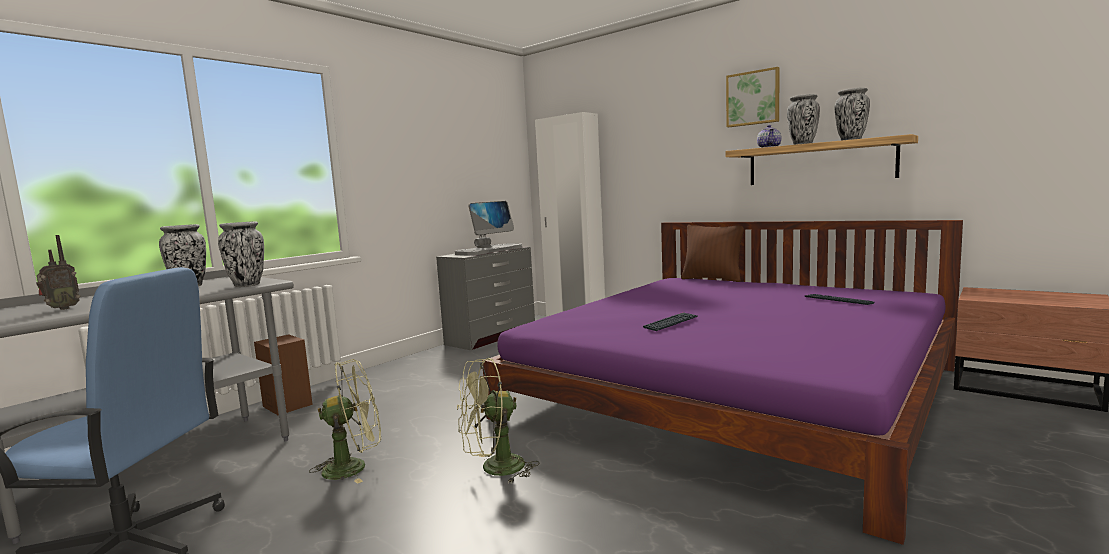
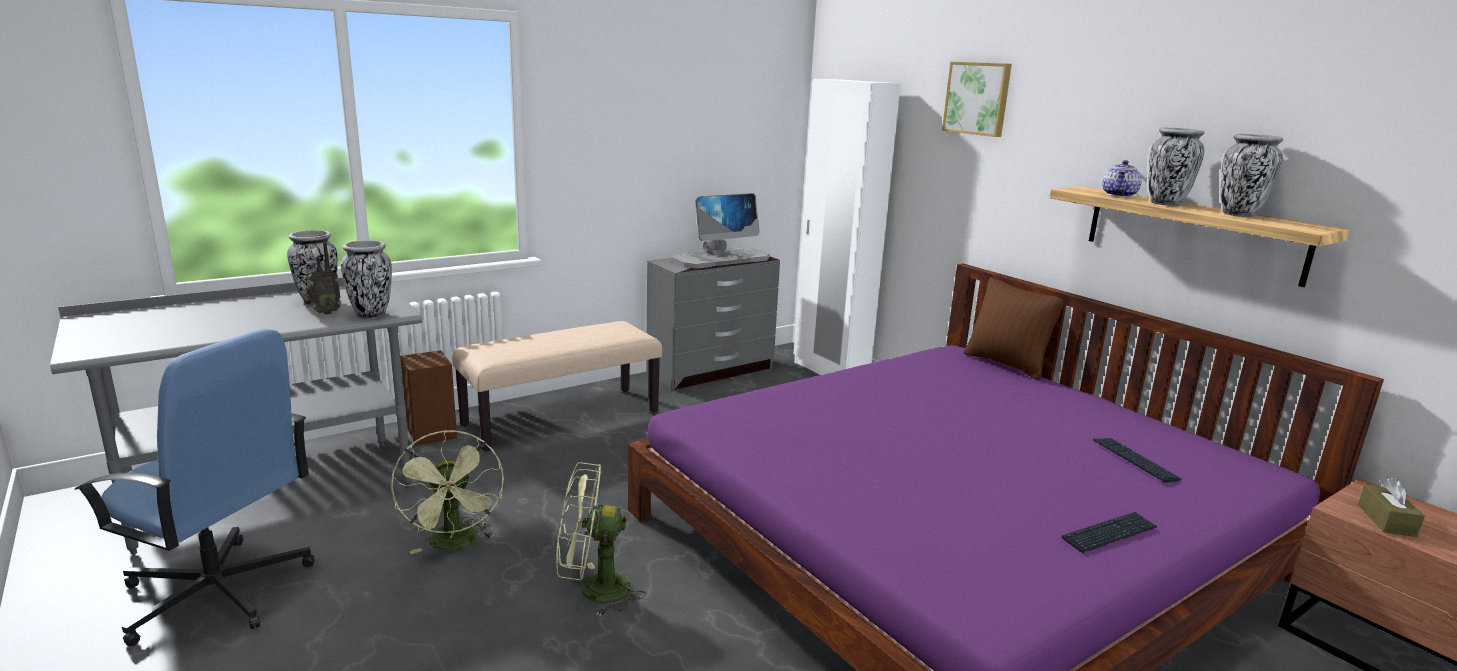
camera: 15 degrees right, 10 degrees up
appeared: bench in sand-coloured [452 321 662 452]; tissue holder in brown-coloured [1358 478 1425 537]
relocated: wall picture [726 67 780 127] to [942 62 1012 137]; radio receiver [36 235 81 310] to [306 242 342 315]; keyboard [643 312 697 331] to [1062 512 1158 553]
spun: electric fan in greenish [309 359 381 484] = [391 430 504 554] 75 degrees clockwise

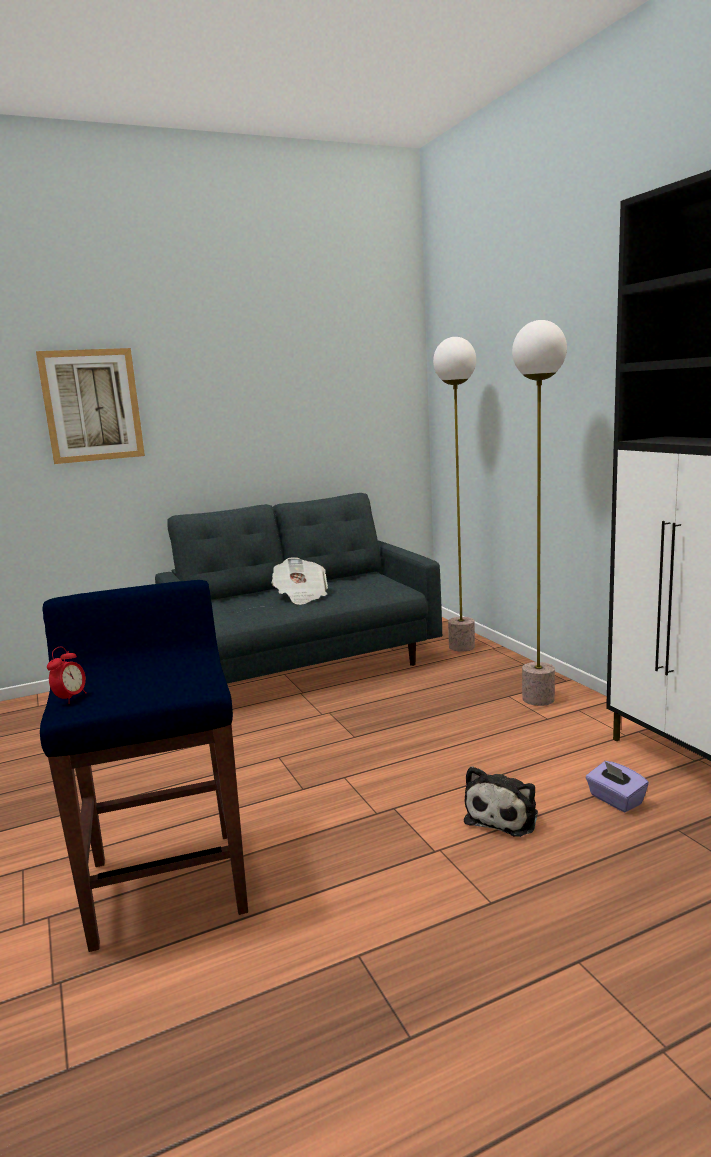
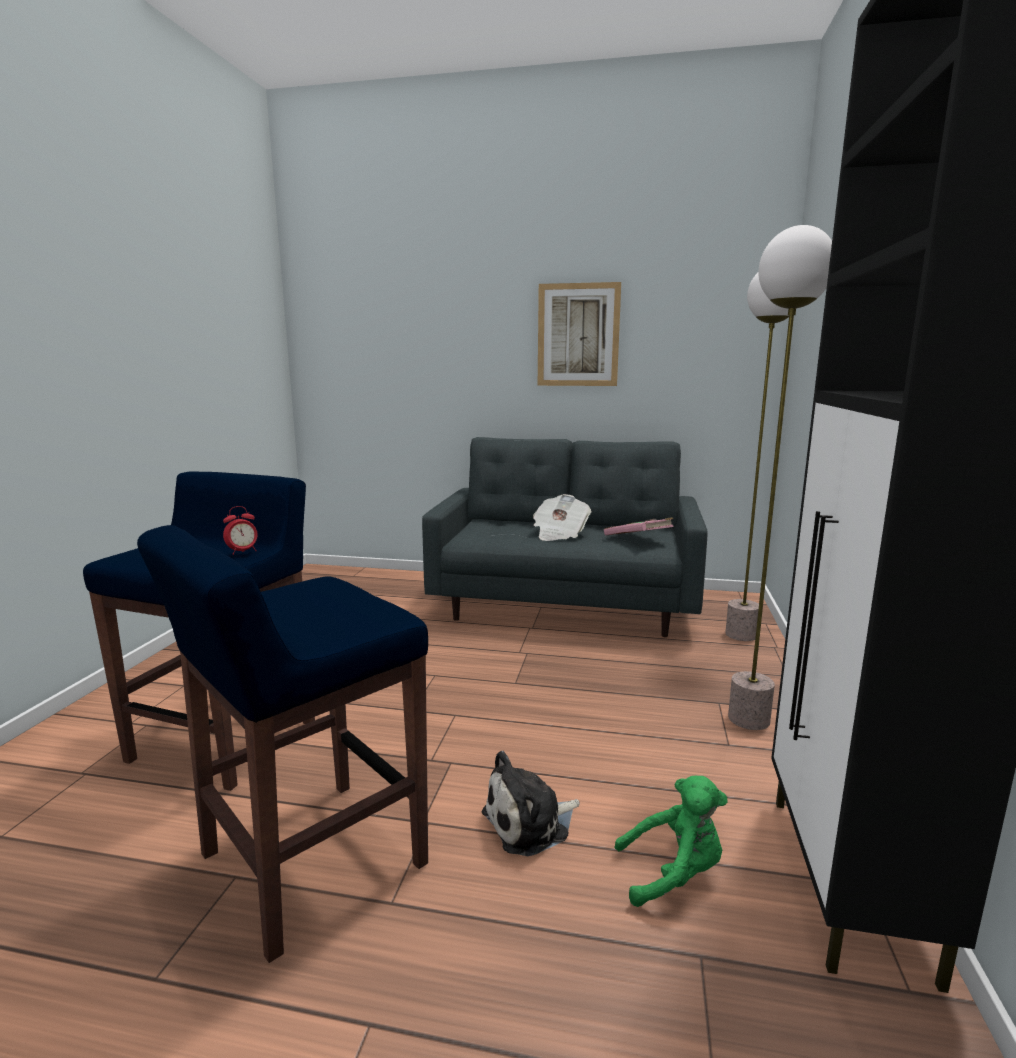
camera: 35 degrees right, 0 degrees up
appeared: book in pink-coloured [604 517 674 536]; sitting stool in blue [137 525 428 963]
relocated: wall picture [36 348 145 464] to [538 282 621 386]; bedside clock [47 646 87 704] to [223 506 258 555]
exchanged: tissue holder in purplish [586 760 649 812] to cuddly toy in greenish [614 776 728 907]

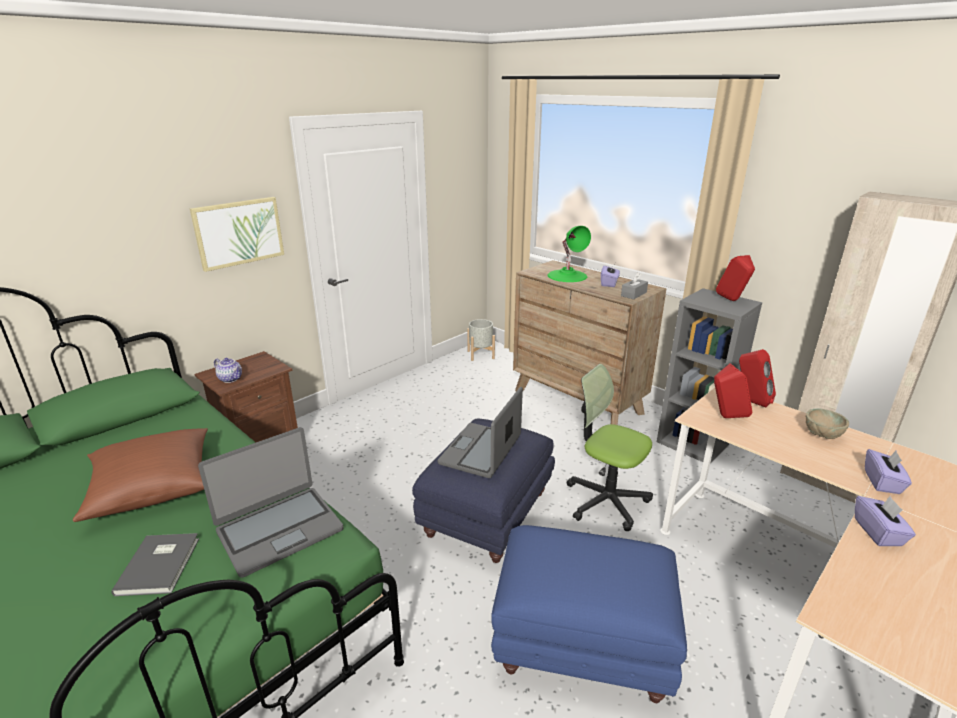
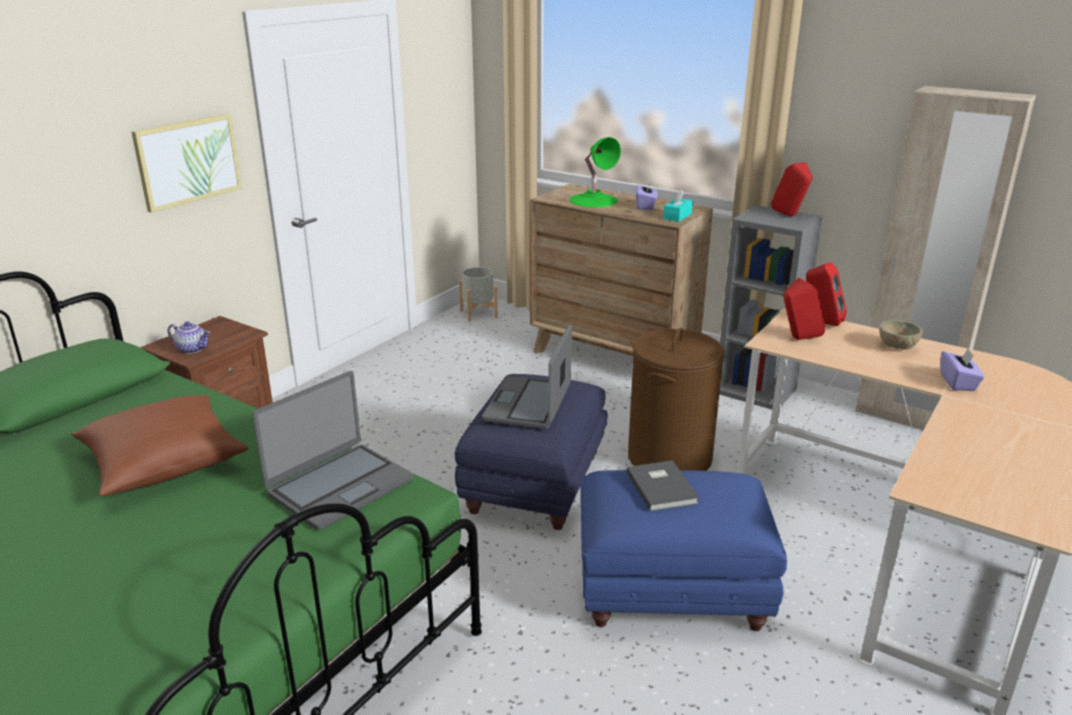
camera: 10 degrees left, 0 degrees up
missing: tissue holder in purplish [855 496 916 546]
relocated: book in gray [112 533 199 596] to [626 461 699 511]
exchanged: computer chair [567 364 653 531] to hamper in brown-coloured [628 327 724 471]
colour: tissue holder in gray [621 273 648 299] to tissue holder in turquoise-coloured [663 190 693 222]

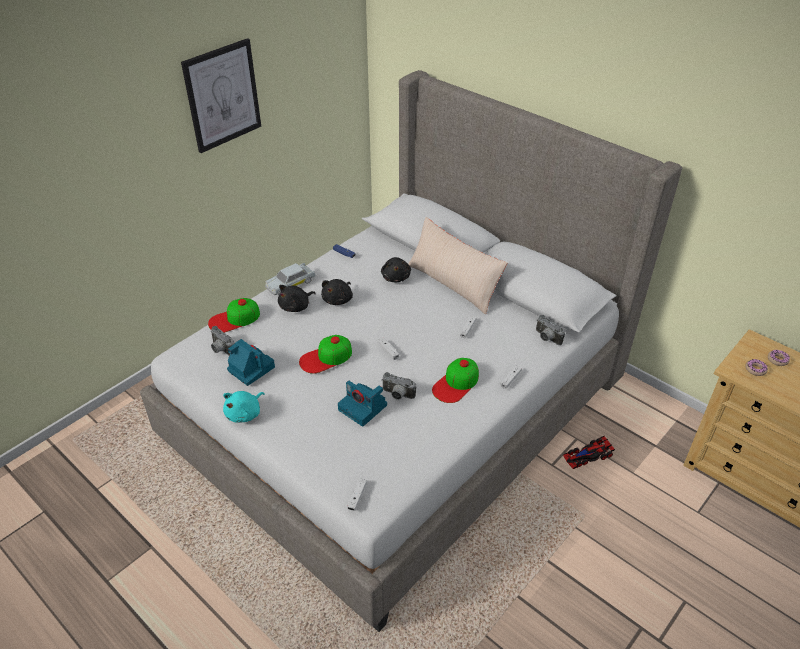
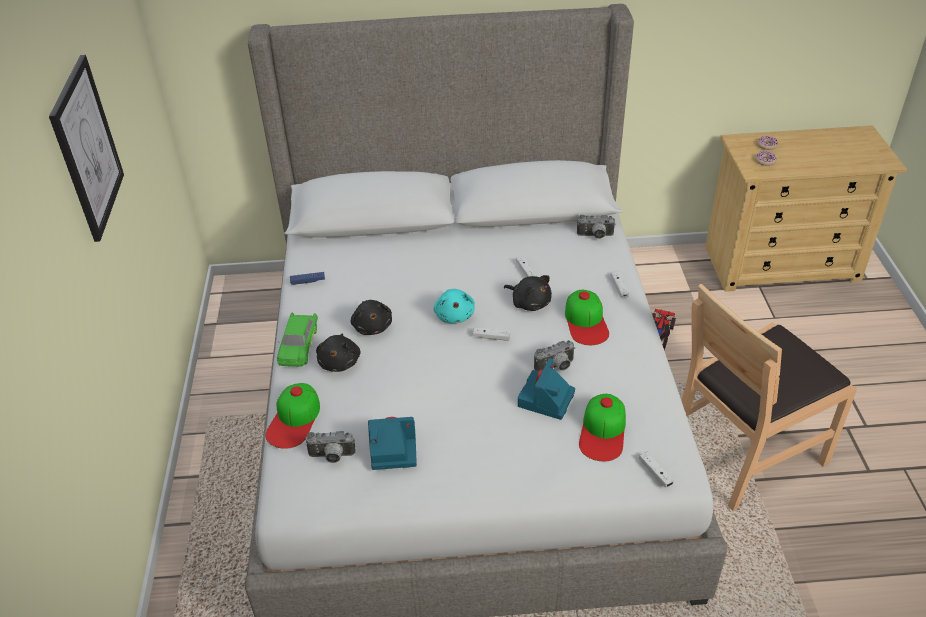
camera: 45 degrees left, 0 degrees up
missing: cushion in sand-coloured [408 217 507 314]
appeared: upright chair in brown-coloured [681 284 857 511]
relocated: cuddly toy in black-coloured [381 257 411 282] to [504 275 552 311]; cap [299 335 352 374] to [579 394 626 461]; cuddly toy in turquoise-coloured [223 391 264 423] to [433 289 475 324]
colour: toy car in white-coloured [265 263 315 295] to toy car in greenish [277 312 318 367]
spun: still camera [338 381 387 427] = [518 358 575 420] 120 degrees clockwise

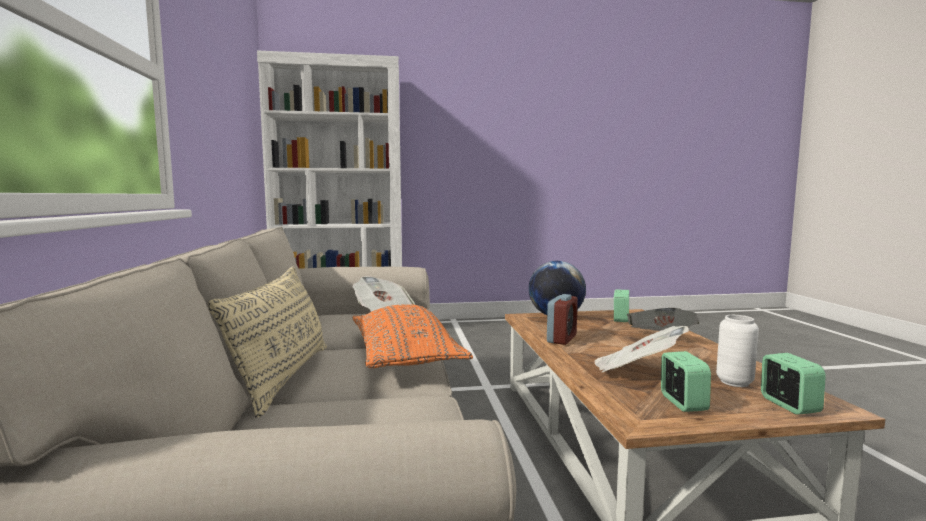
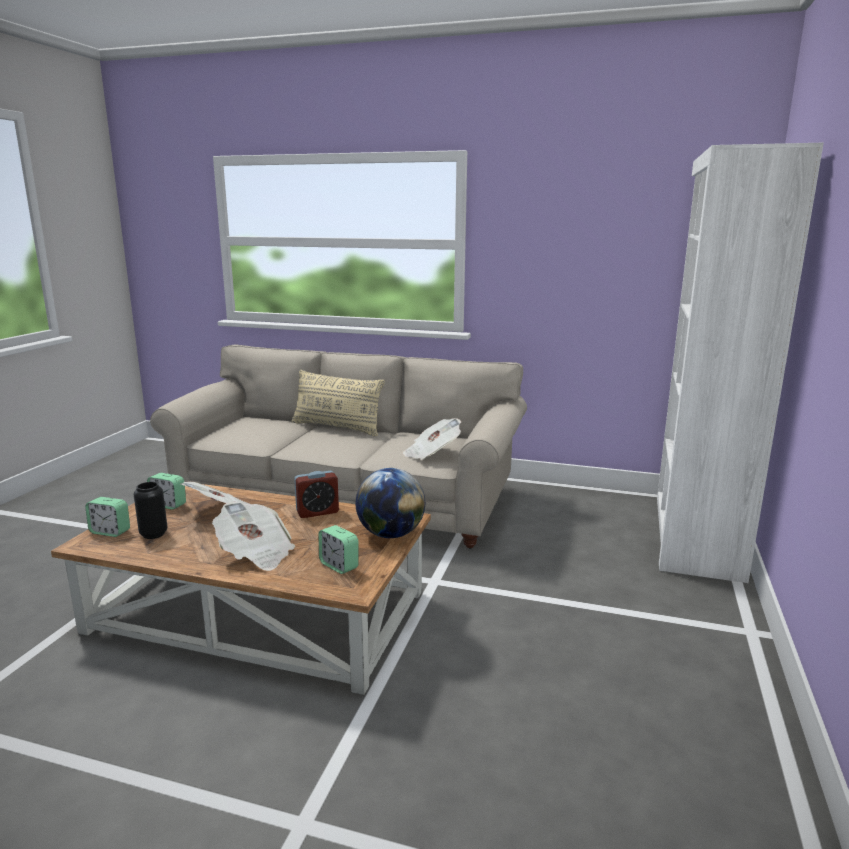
camera: 115 degrees right, 10 degrees up
missing: cushion in orangey [352 304 473 368]
colour: flower vase in white-coloured [716 315 759 387] to flower vase in black-coloured [134 482 167 539]
spun: bedside clock [547 294 578 345] = [294 471 339 518] 75 degrees counterclockwise

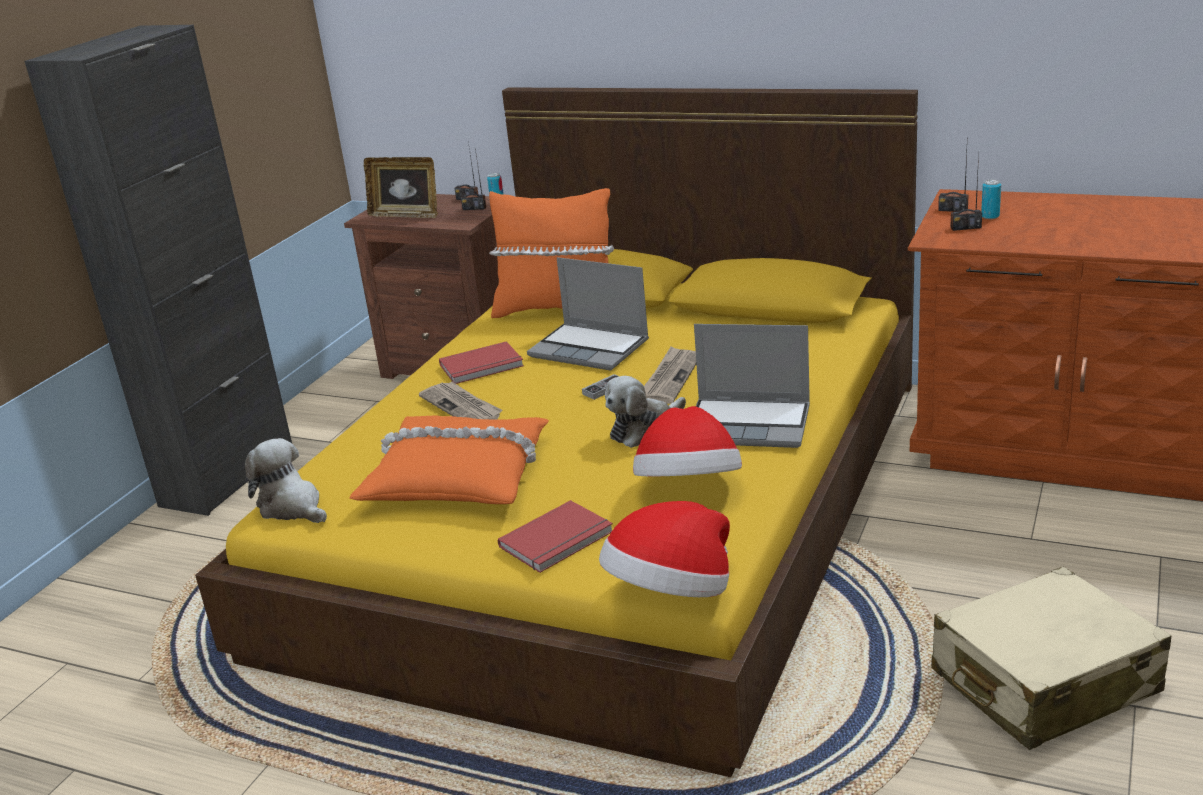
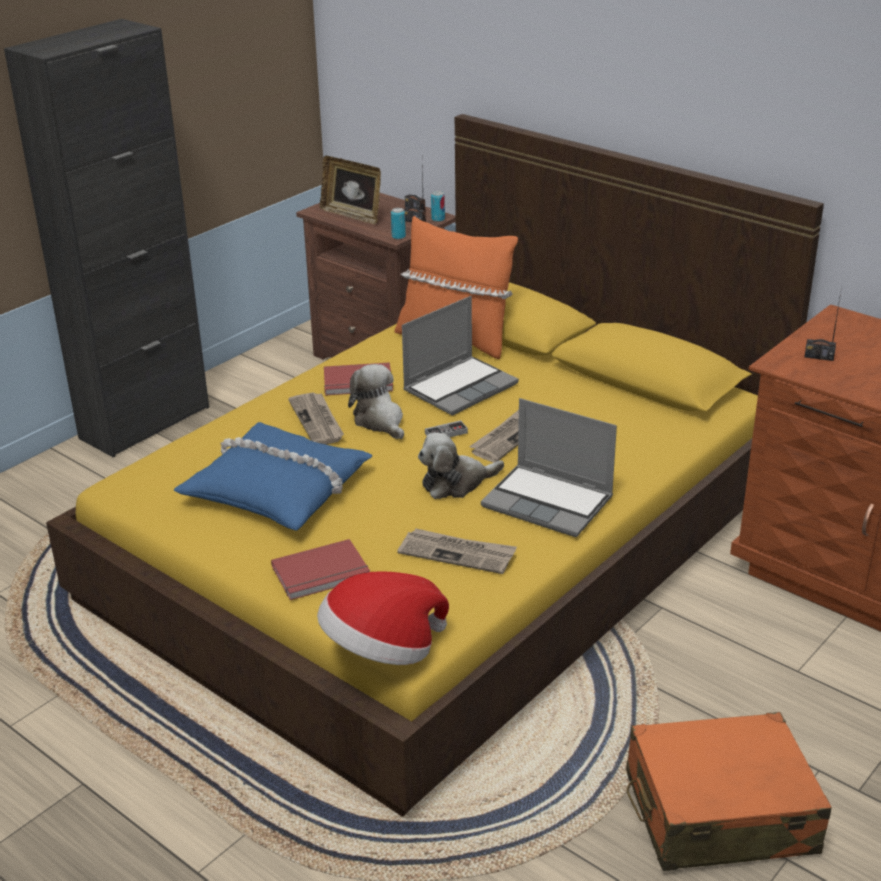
camera: 15 degrees right, 5 degrees up
missing: radio receiver [938 152 969 212]
relocated: sealed can [981 180 1001 219] to [391 208 406 239]; cuddly toy [245 438 327 523] to [348 364 404 439]
exchanged: hat [633 406 742 476] to newspaper [397 528 517 574]
colour: cushion in orangey [350 415 549 504] to cushion in blue [174 422 373 531]; suitcase in sand-coloured [931 567 1171 750] to suitcase in orangey [626 712 832 871]
spun: laptop [527 257 649 371] = [402 296 519 416] 90 degrees counterclockwise

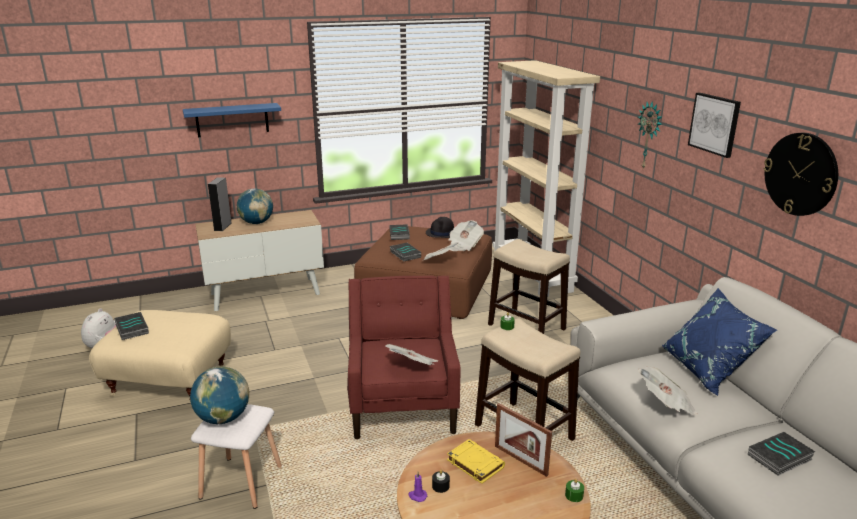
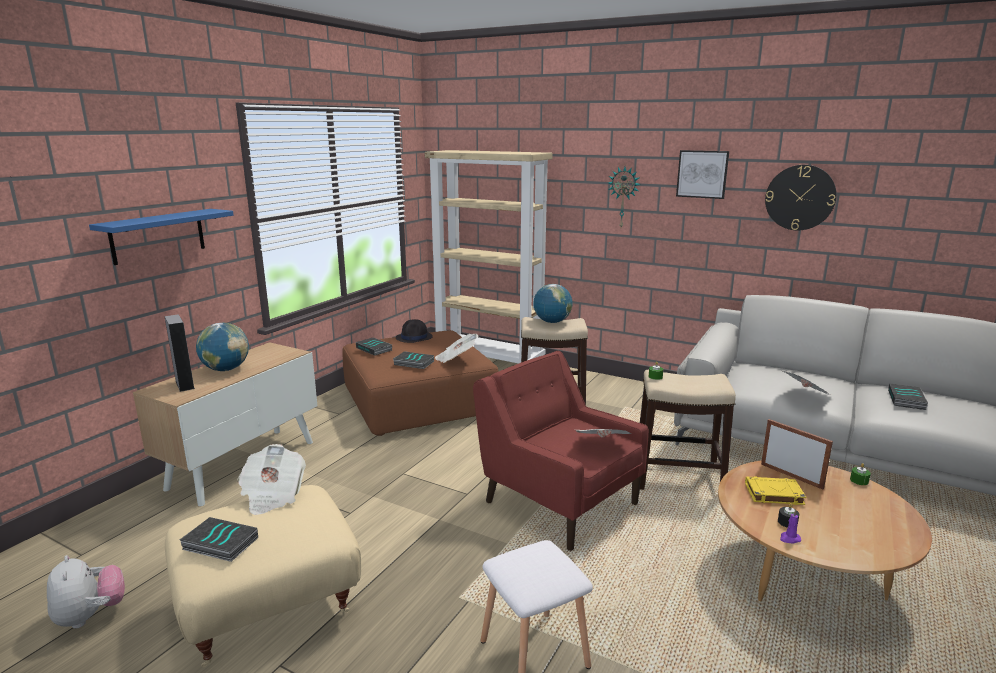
camera: 40 degrees left, 5 degrees down
missing: cushion in blue [662 288 777 396]
relocated: newspaper [448 220 484 251] to [238 444 306 515]; world globe [190 366 249 424] to [533 284 573 323]
spun: photo frame [495 403 552 477] = [761 419 833 490] 135 degrees counterclockwise

